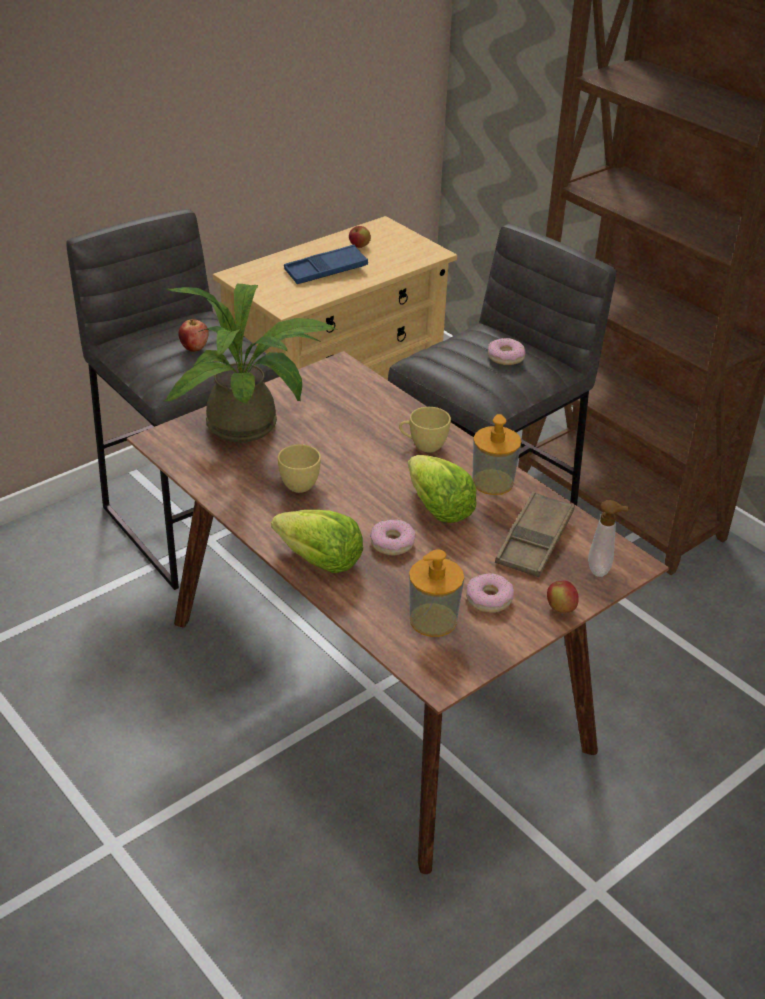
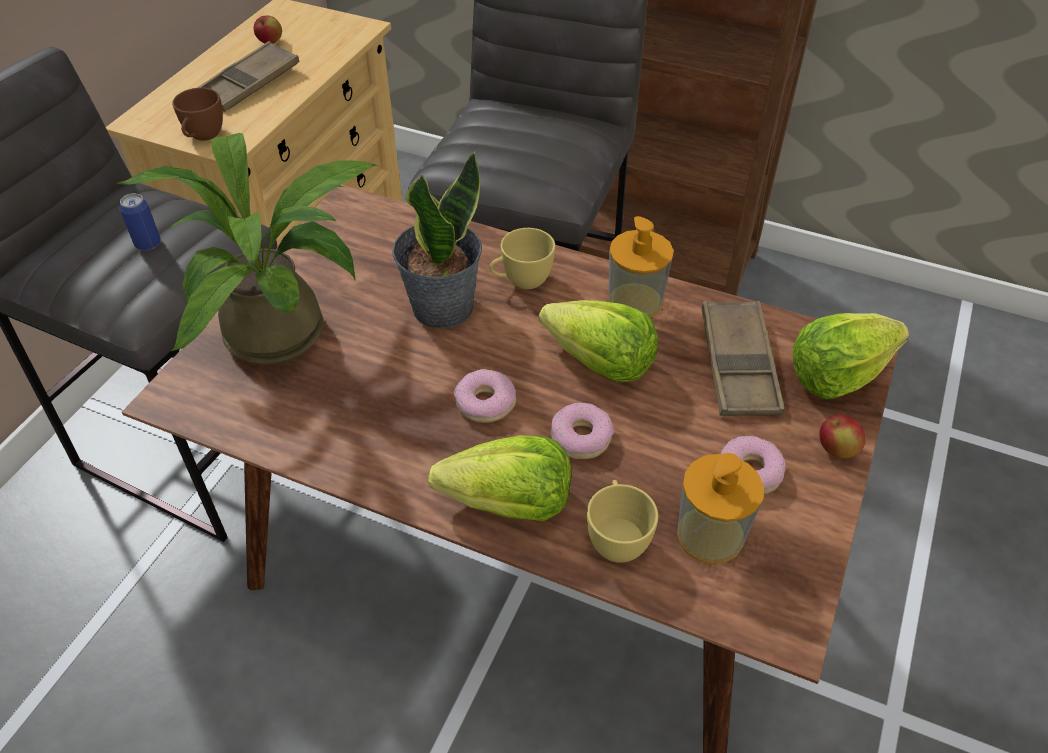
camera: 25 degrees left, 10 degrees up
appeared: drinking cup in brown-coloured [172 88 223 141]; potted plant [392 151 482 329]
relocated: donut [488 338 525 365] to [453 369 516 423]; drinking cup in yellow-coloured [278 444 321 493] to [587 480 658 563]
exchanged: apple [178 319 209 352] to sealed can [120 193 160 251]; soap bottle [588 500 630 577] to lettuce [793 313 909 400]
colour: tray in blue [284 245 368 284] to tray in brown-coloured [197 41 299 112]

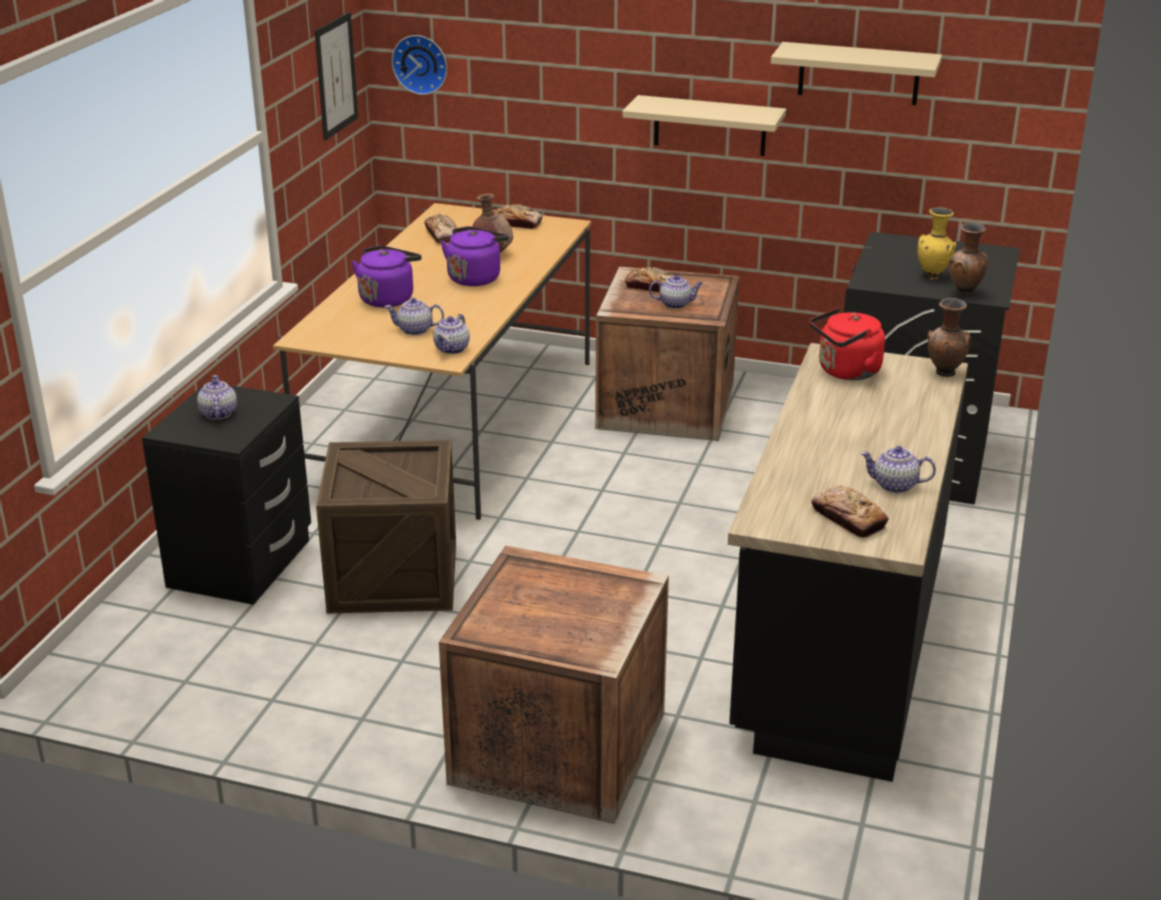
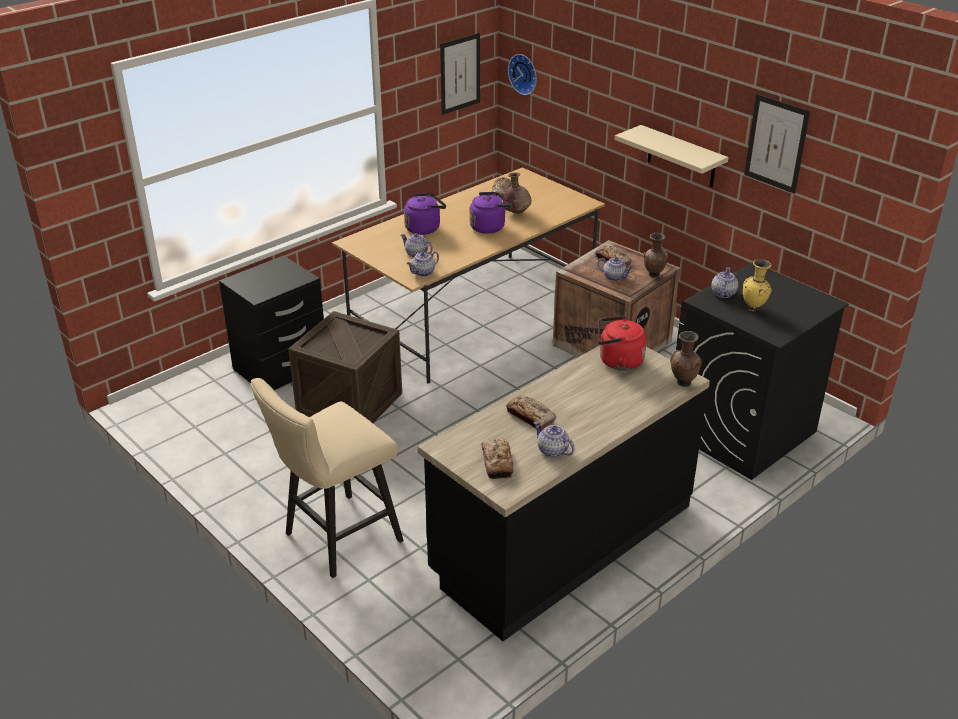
camera: 30 degrees right, 5 degrees up
relocated: bakery bread [494 204 543 229] to [506 396 556 430]; flower vase in brown-coloured [949 223 988 296] to [643 233 668 278]; teapot [197 375 237 420] to [711 267 738 298]
exchanged: bracket shelf in sand-coloured [771 42 942 105] to wall picture [744 94 810 194]; crate [439 546 669 824] to sitting stool in sand-coloured [250 378 404 578]

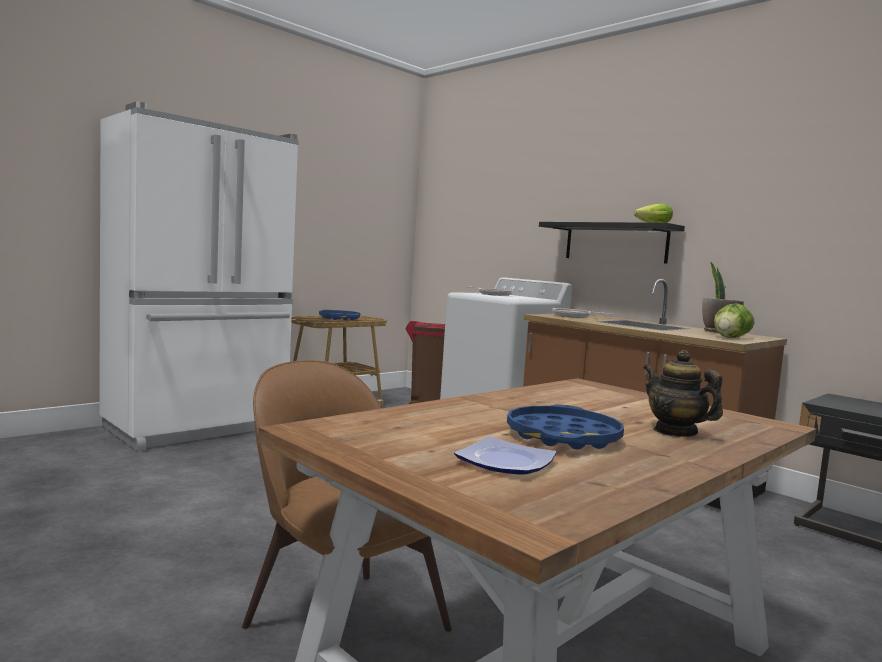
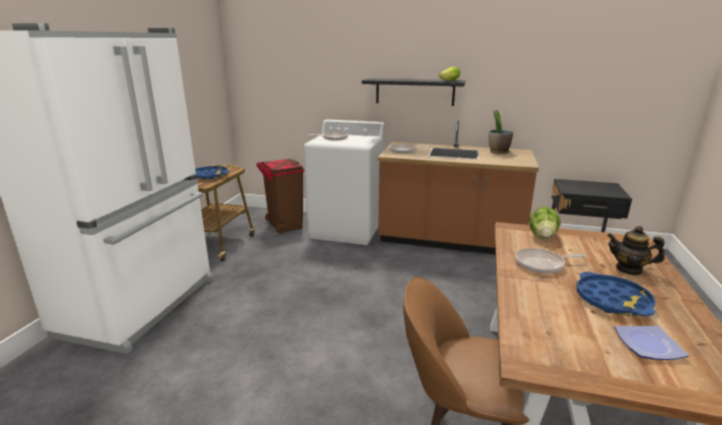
camera: 30 degrees left, 15 degrees up
appeared: frying pan [515 248 586 273]
relocated: lettuce [713 303 755 338] to [529 207 561 239]

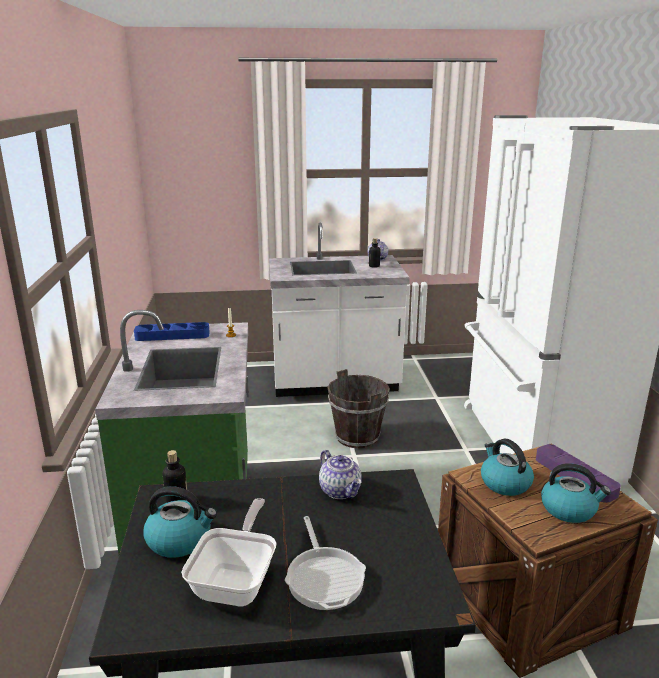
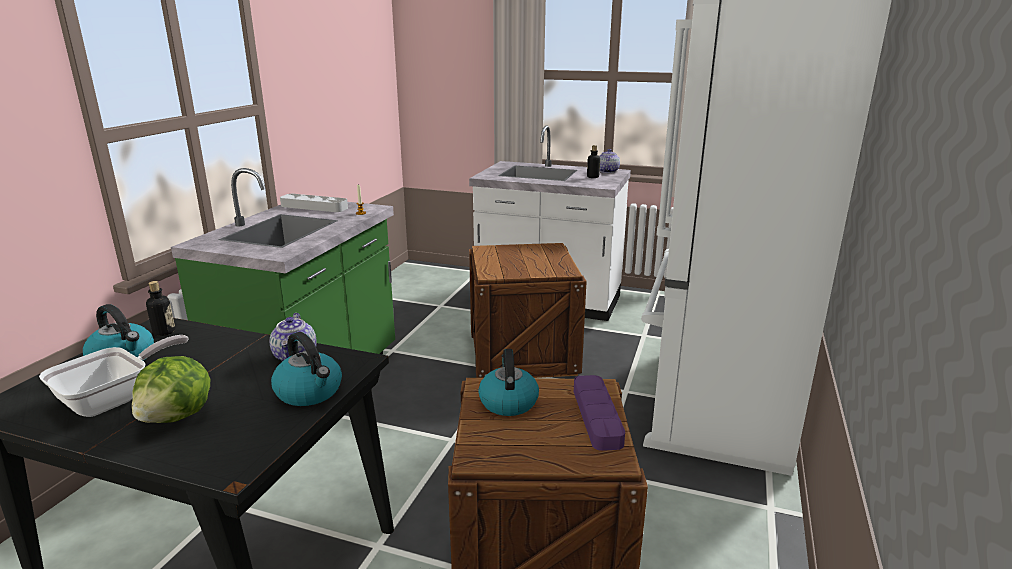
camera: 25 degrees right, 0 degrees up
relocated: water kettle [541 463 611 523] to [271 332 342 406]
exchanged: pail in brown-coloured [327 369 390 448] to crate [469 243 587 378]; frying pan [285 516 366 610] to lettuce [132 356 210 423]
colour: tray in blue [134 322 210 341] to tray in gray [280 194 348 212]

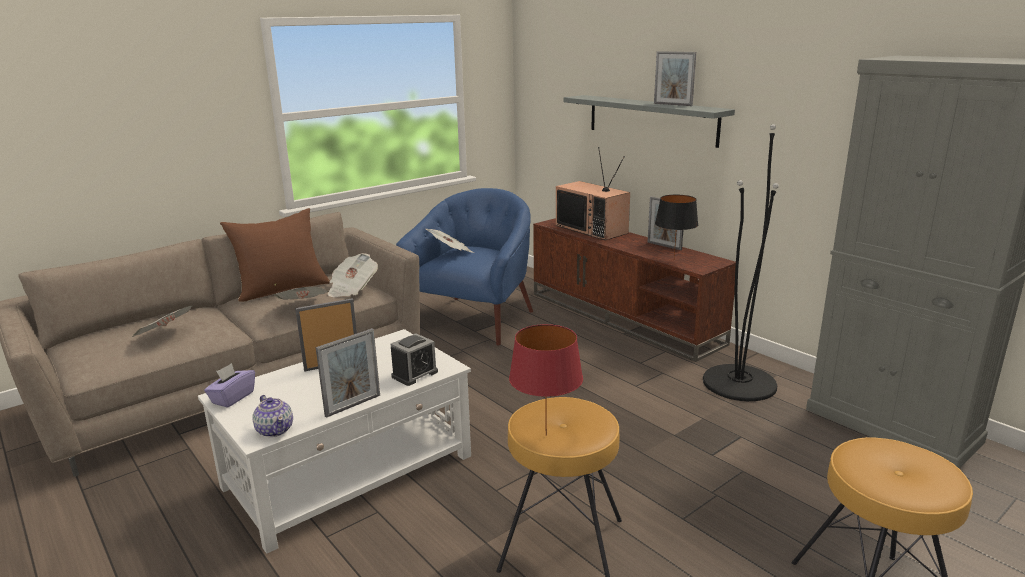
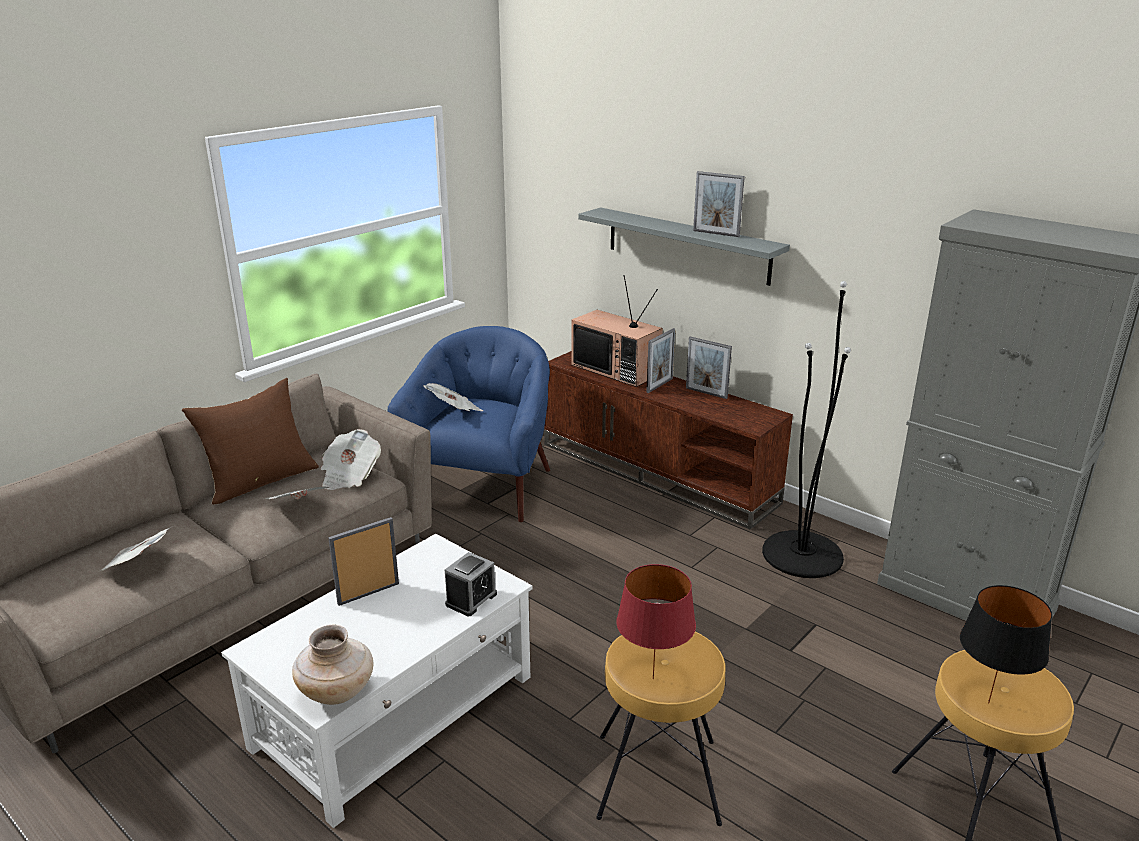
camera: 10 degrees left, 5 degrees up
missing: tissue holder in purplish [204 363 255 408]
relocated: table lamp in black-coloured [655 195 698 259] to [960 585 1052 704]; photo frame [316 328 380 418] to [646 328 675 393]
exchanged: teapot [252 395 293 437] to flower vase in sand-coloured [292 625 373 705]

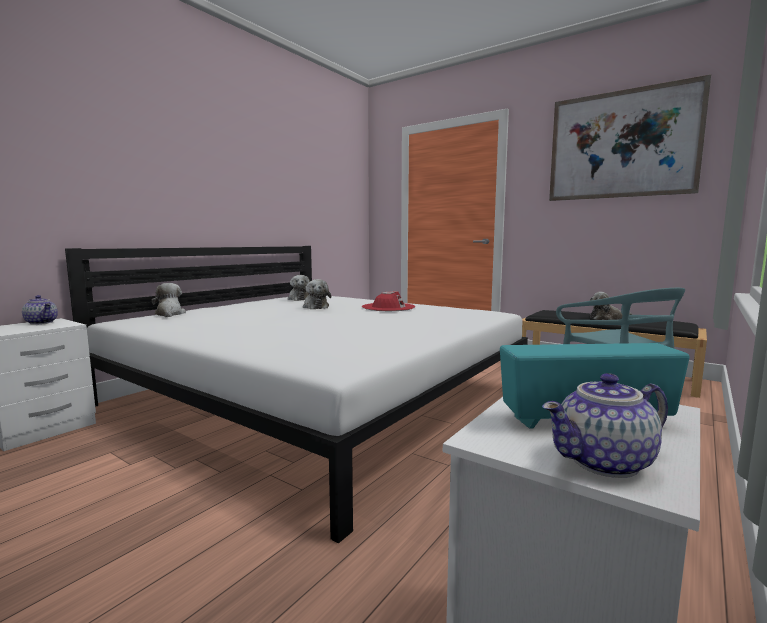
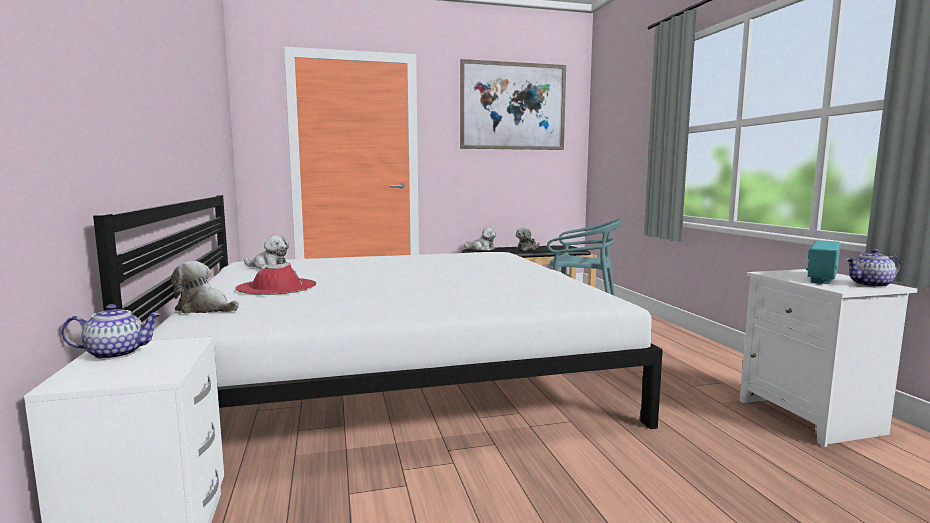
camera: 50 degrees left, 0 degrees up
relocated: cuddly toy [303 279 331 309] to [464 227 496 250]; hat in red-coloured [362 291 415 311] to [235 263 316 295]
spun: teapot [542 373 668 478] = [846 249 901 288] 60 degrees clockwise

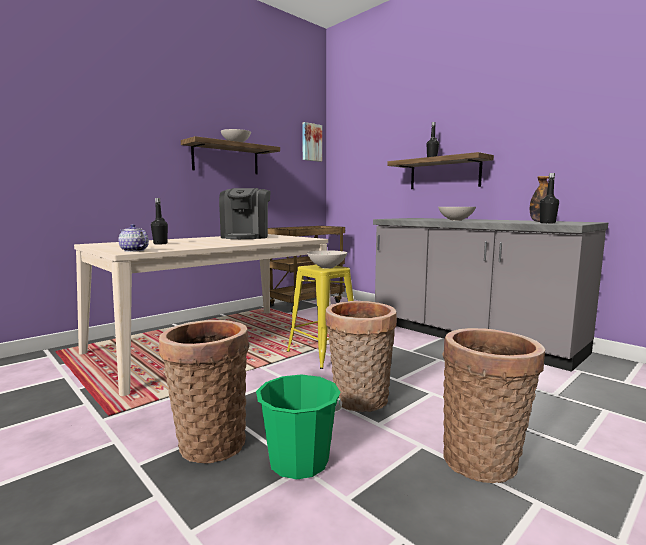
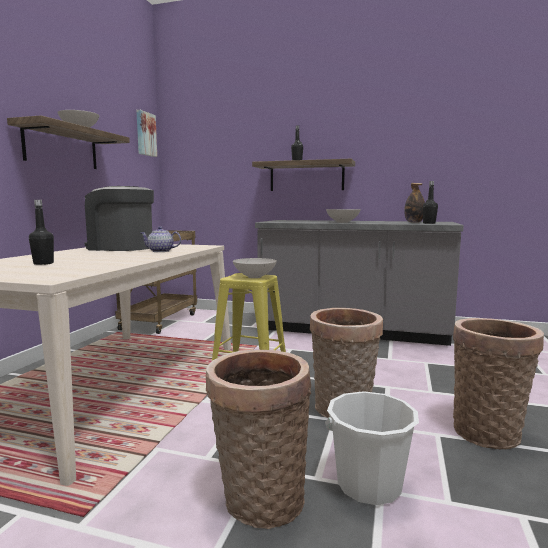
camera: 30 degrees left, 0 degrees up
relocated: teapot [119 224 149 252] to [141 227 181 252]
colour: pail in greenish [256 374 342 480] to pail in white-coloured [325 391 419 505]
spun: coffee brewer [219 188 271 239] = [85 186 154 251] 135 degrees clockwise

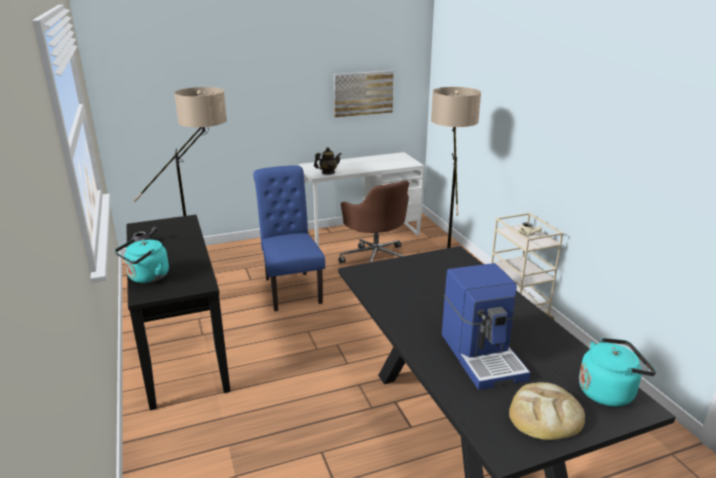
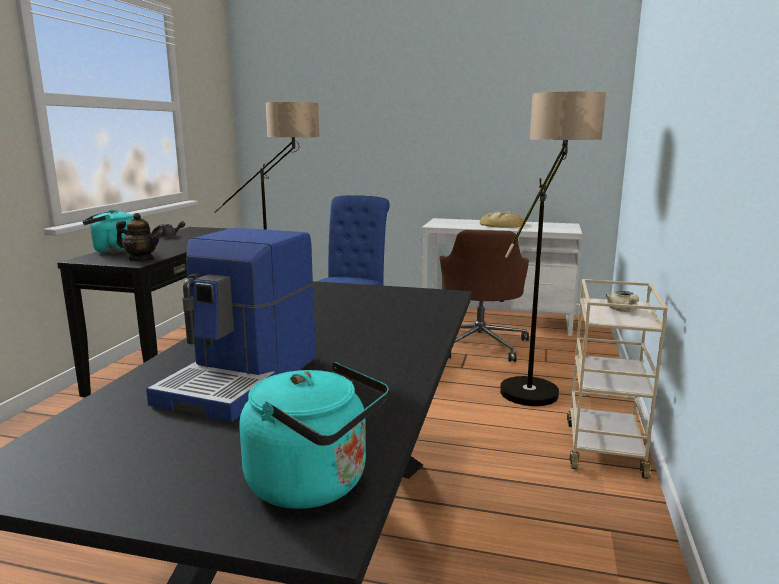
camera: 35 degrees right, 10 degrees down
missing: wall picture [333 70 394 117]
relocated: teapot [314 147 341 175] to [116 213 161 261]; bakery bread [509 382 585 440] to [480 212 524 228]

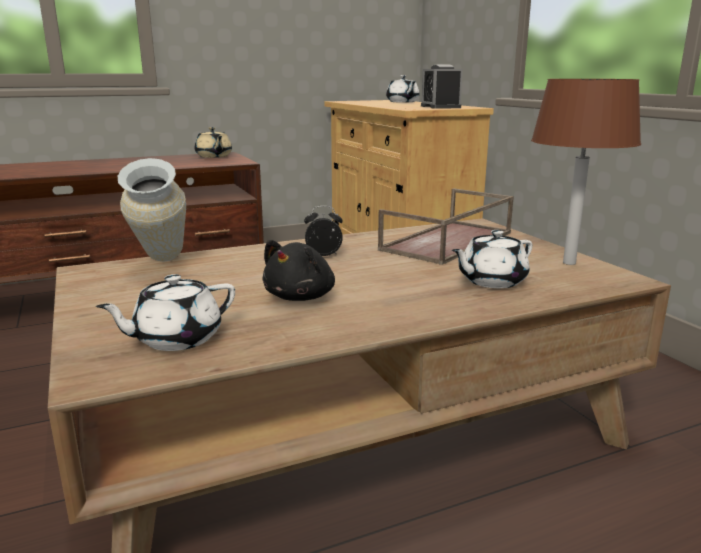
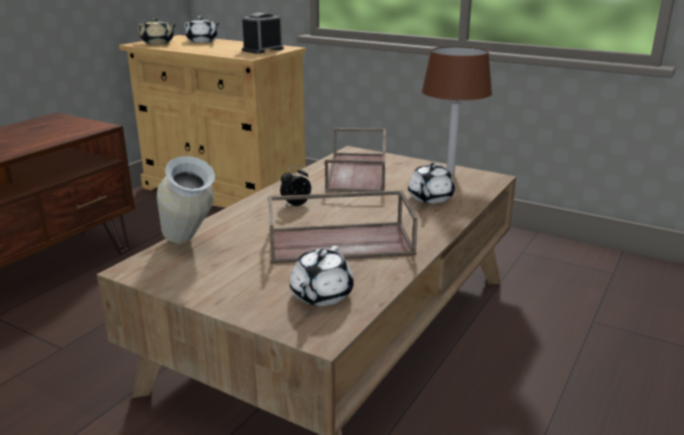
camera: 35 degrees left, 5 degrees up
relocated: teapot in sand-coloured [195 127 232 158] to [137 17 177 45]
exchanged: cuddly toy in black-coloured [262 240 335 301] to tray in brown-coloured [268 190 418 264]
spun: bedside clock [421 65 463 109] = [242 13 284 54] 90 degrees clockwise

